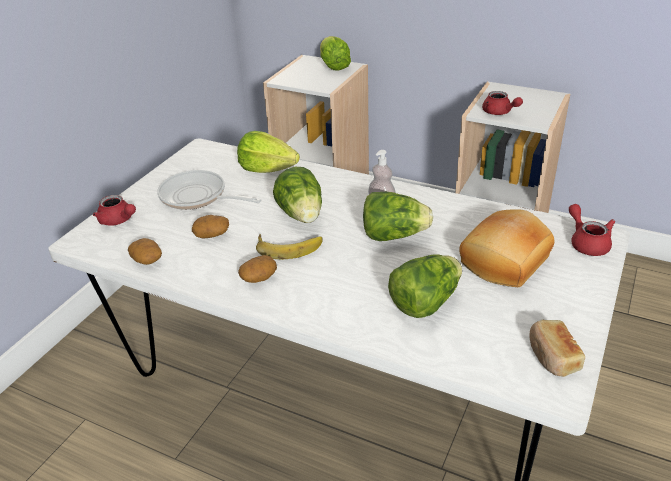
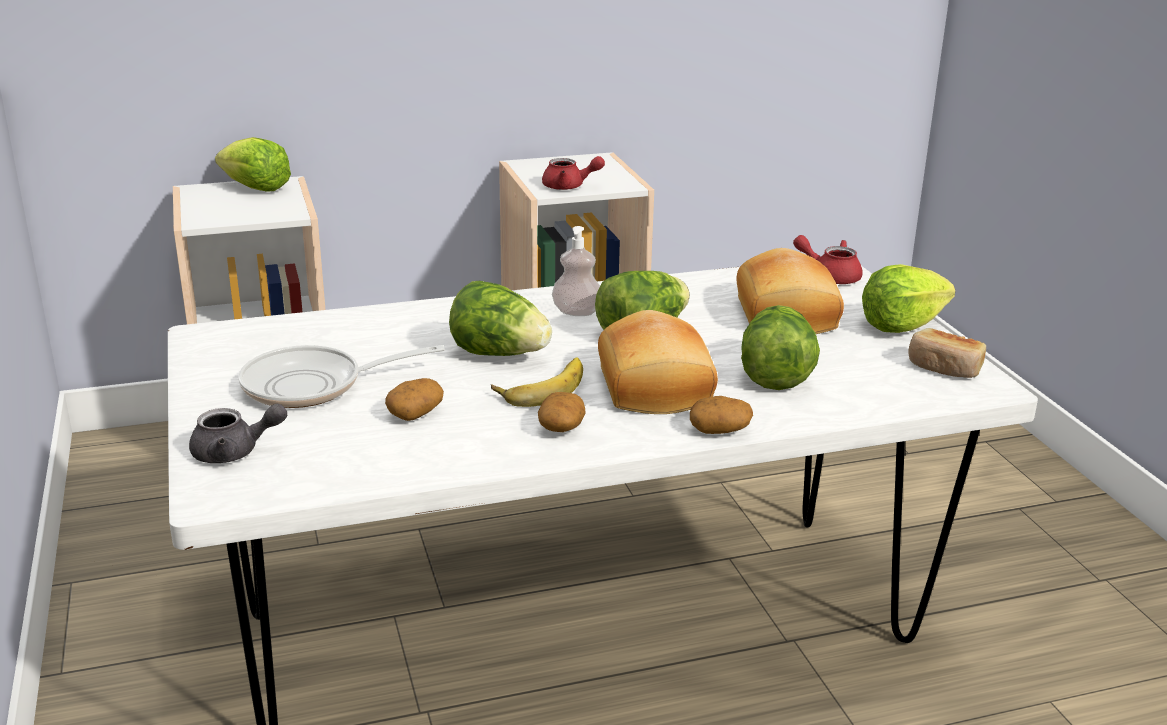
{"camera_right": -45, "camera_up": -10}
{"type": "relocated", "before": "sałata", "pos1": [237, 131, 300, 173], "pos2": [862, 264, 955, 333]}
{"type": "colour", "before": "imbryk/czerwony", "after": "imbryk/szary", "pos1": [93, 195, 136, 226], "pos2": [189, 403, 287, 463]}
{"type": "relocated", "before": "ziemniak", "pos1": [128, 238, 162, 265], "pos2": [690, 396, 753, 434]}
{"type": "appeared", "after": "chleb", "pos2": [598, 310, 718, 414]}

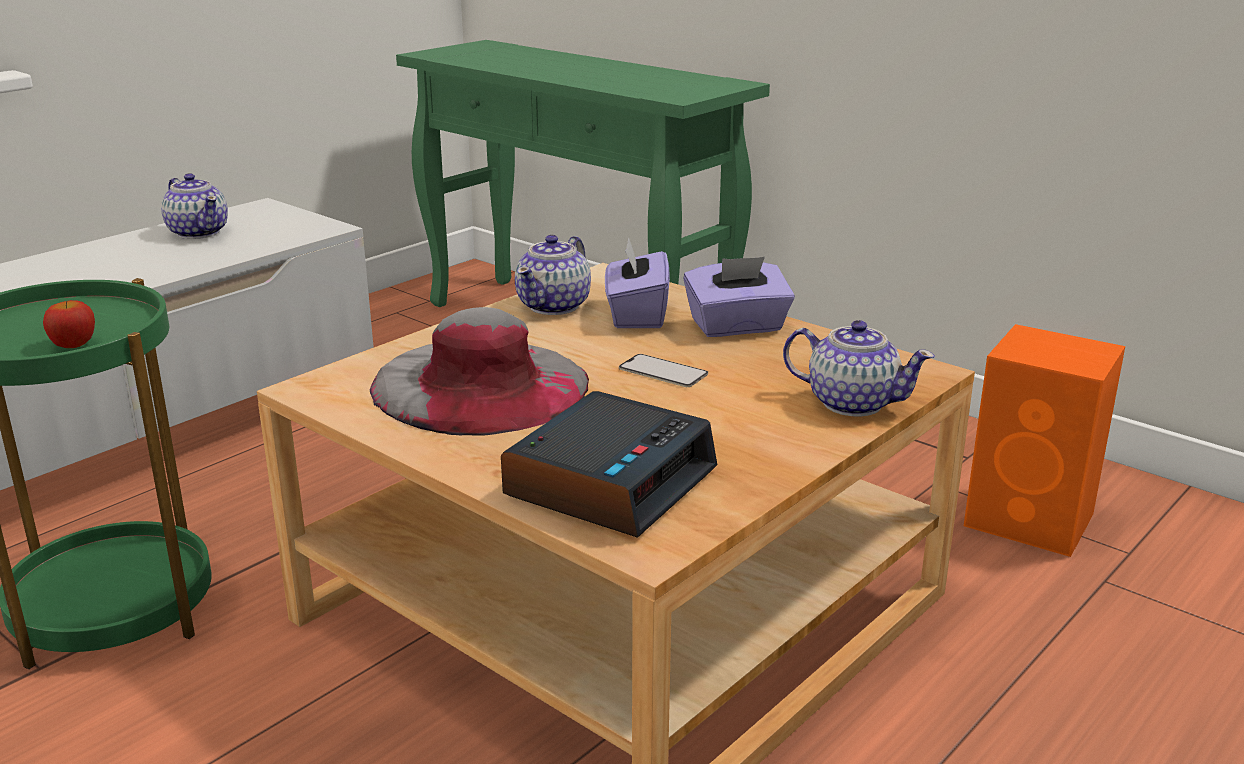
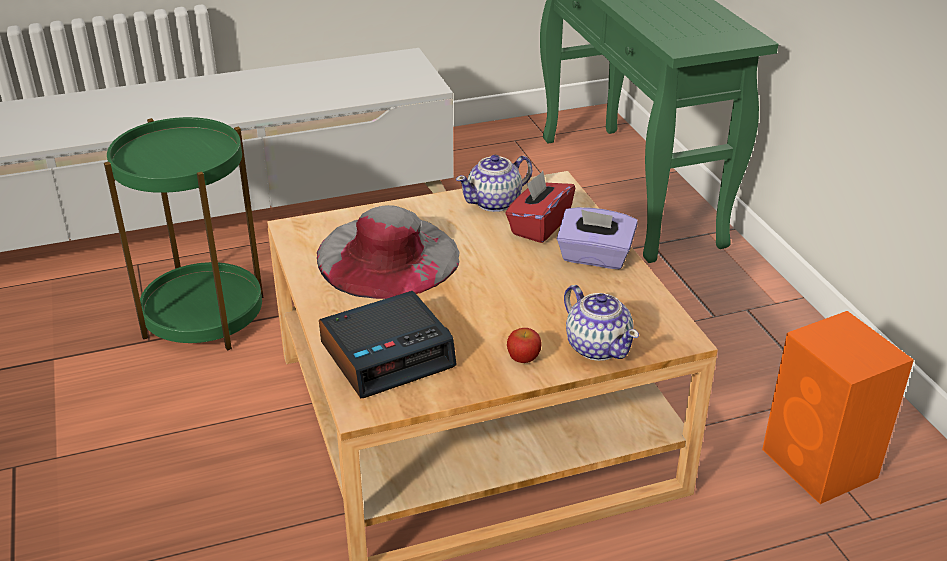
{"camera_right": 30, "camera_up": 10}
{"type": "missing", "before": "imbryk", "pos1": [161, 173, 228, 239]}
{"type": "colour", "before": "pudełko chusteczek/fioletowy", "after": "pudełko chusteczek/czerwony", "pos1": [605, 237, 670, 328], "pos2": [505, 171, 575, 243]}
{"type": "relocated", "before": "jabłko", "pos1": [43, 300, 95, 348], "pos2": [507, 328, 542, 363]}
{"type": "missing", "before": "telefon", "pos1": [619, 354, 708, 387]}

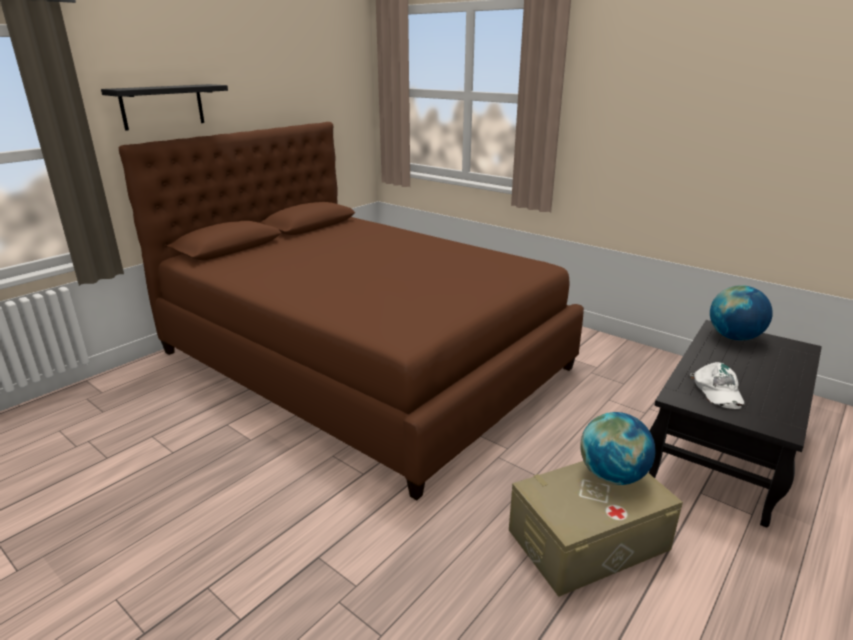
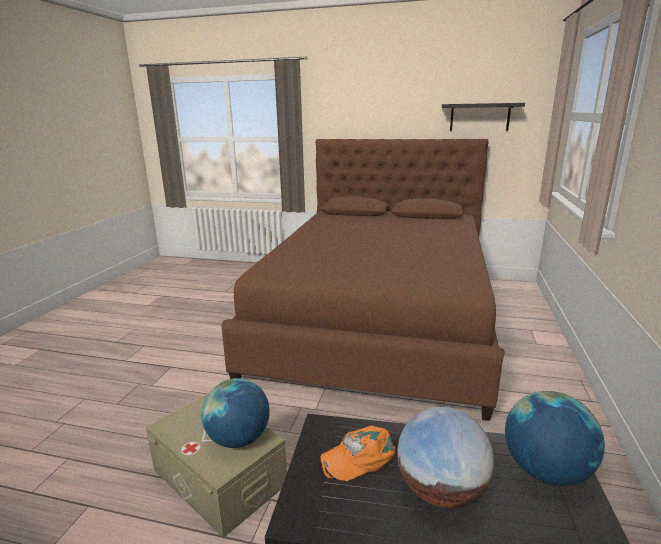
{"camera_right": 65, "camera_up": -5}
{"type": "relocated", "before": "półka/czarny", "pos1": [101, 84, 228, 131], "pos2": [442, 103, 525, 131]}
{"type": "colour", "before": "czapka z daszkiem/biały", "after": "czapka z daszkiem/pomarańczowy", "pos1": [690, 362, 745, 409], "pos2": [320, 426, 396, 482]}
{"type": "appeared", "after": "globus", "pos2": [397, 407, 494, 508]}

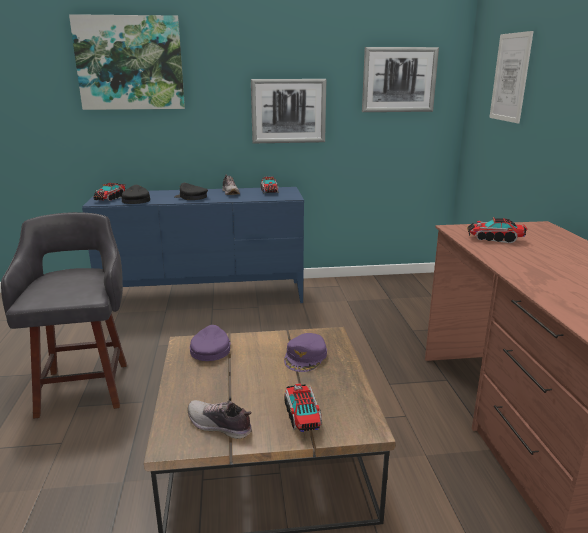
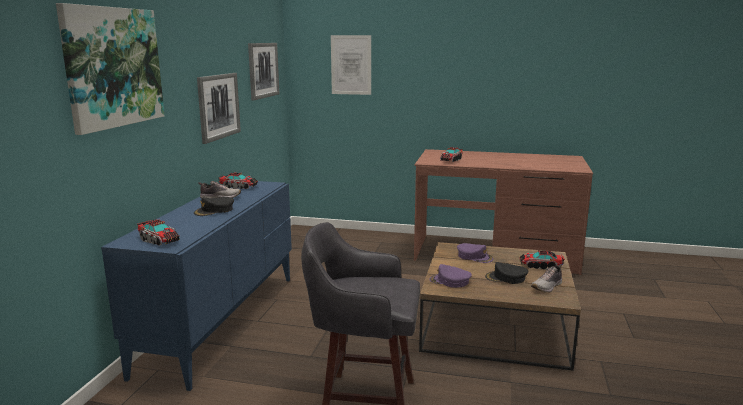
{"camera_right": -70, "camera_up": -5}
{"type": "relocated", "before": "czapka z daszkiem/czarny", "pos1": [121, 185, 150, 204], "pos2": [485, 262, 528, 284]}

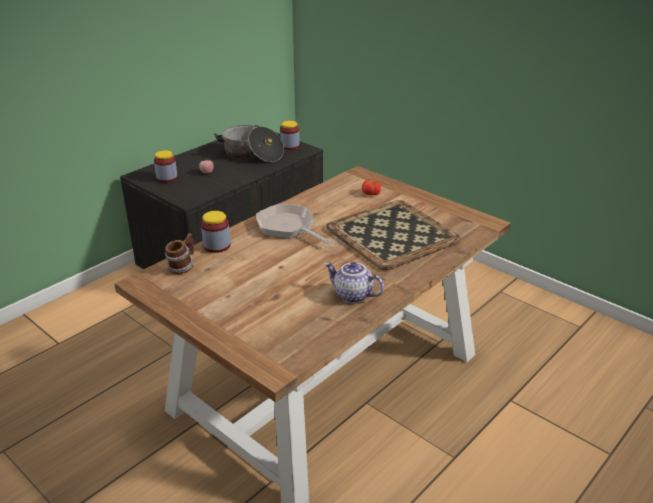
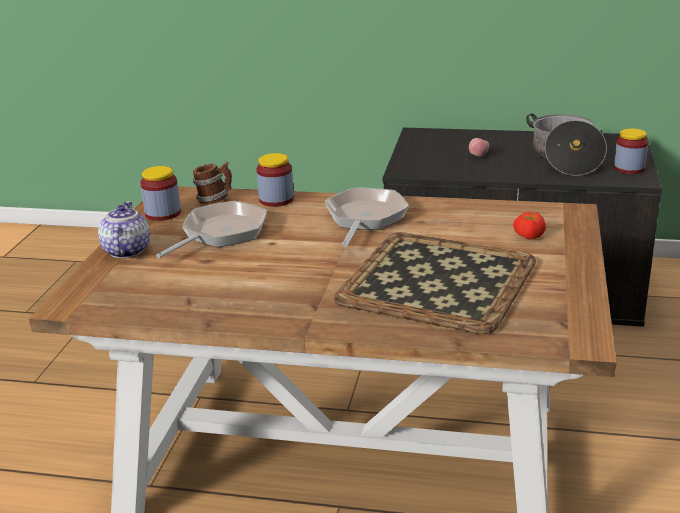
{"camera_right": 60, "camera_up": -5}
{"type": "relocated", "before": "słoik", "pos1": [154, 150, 177, 183], "pos2": [140, 166, 181, 221]}
{"type": "relocated", "before": "imbryk", "pos1": [324, 262, 384, 303], "pos2": [98, 201, 150, 258]}
{"type": "appeared", "after": "patelnia", "pos2": [156, 201, 267, 258]}

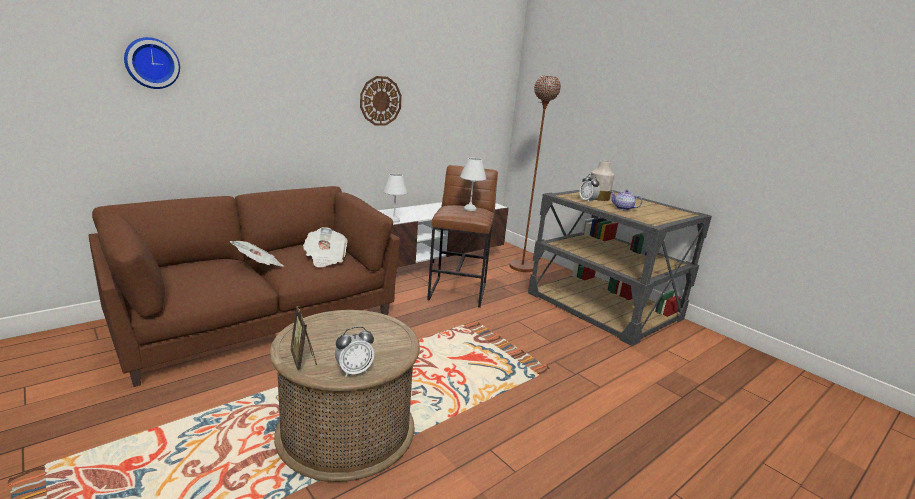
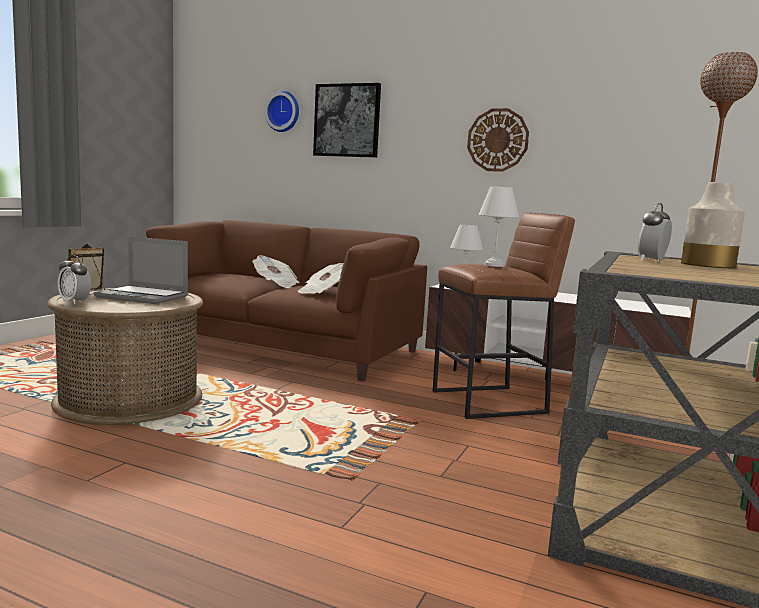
{"camera_right": 65, "camera_up": -10}
{"type": "missing", "before": "imbryk", "pos1": [610, 190, 642, 210]}
{"type": "appeared", "after": "obraz", "pos2": [313, 83, 381, 158]}
{"type": "appeared", "after": "laptop", "pos2": [94, 236, 188, 304]}

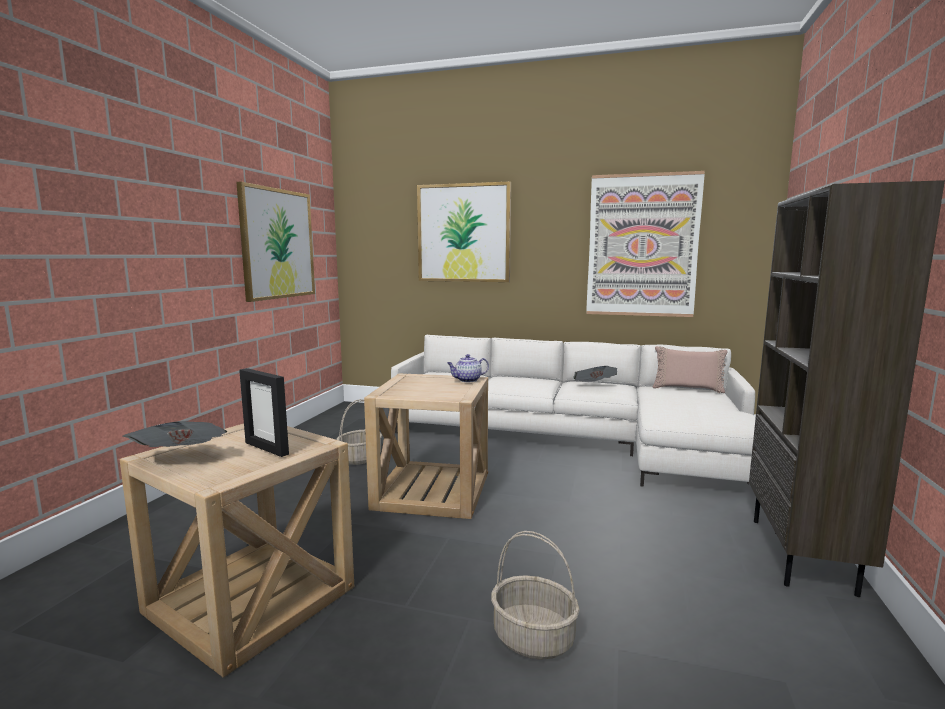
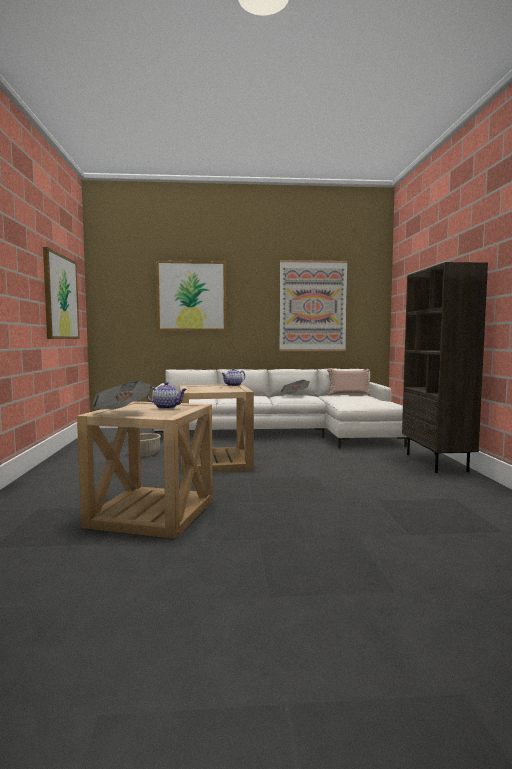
{"camera_right": -20, "camera_up": -5}
{"type": "exchanged", "before": "ramka na zdjęcie", "after": "imbryk", "pos1": [239, 368, 289, 457], "pos2": [147, 382, 187, 409]}
{"type": "missing", "before": "koszyk", "pos1": [491, 531, 580, 660]}

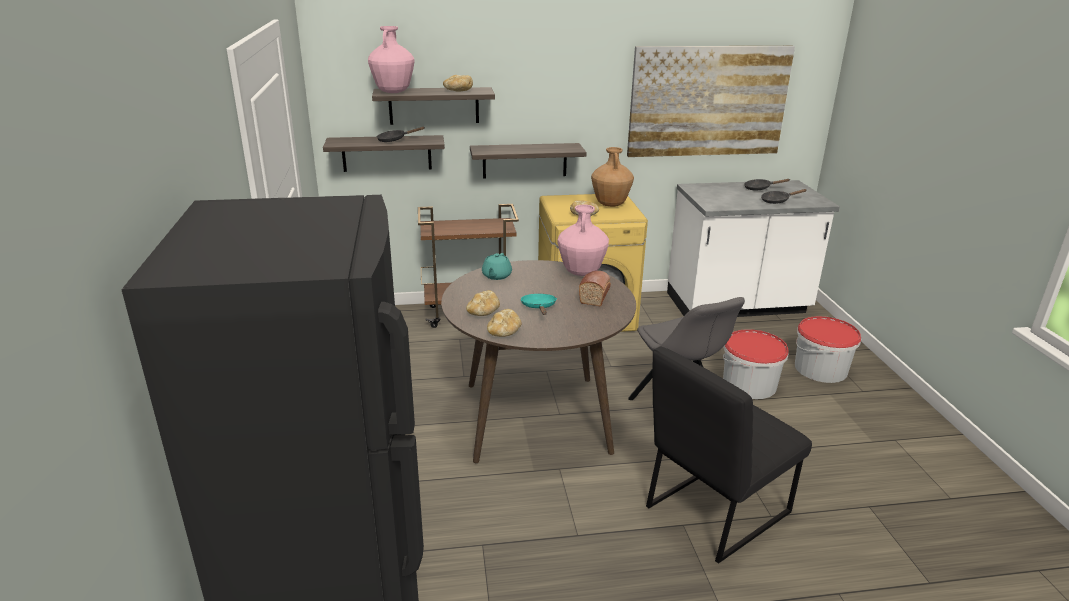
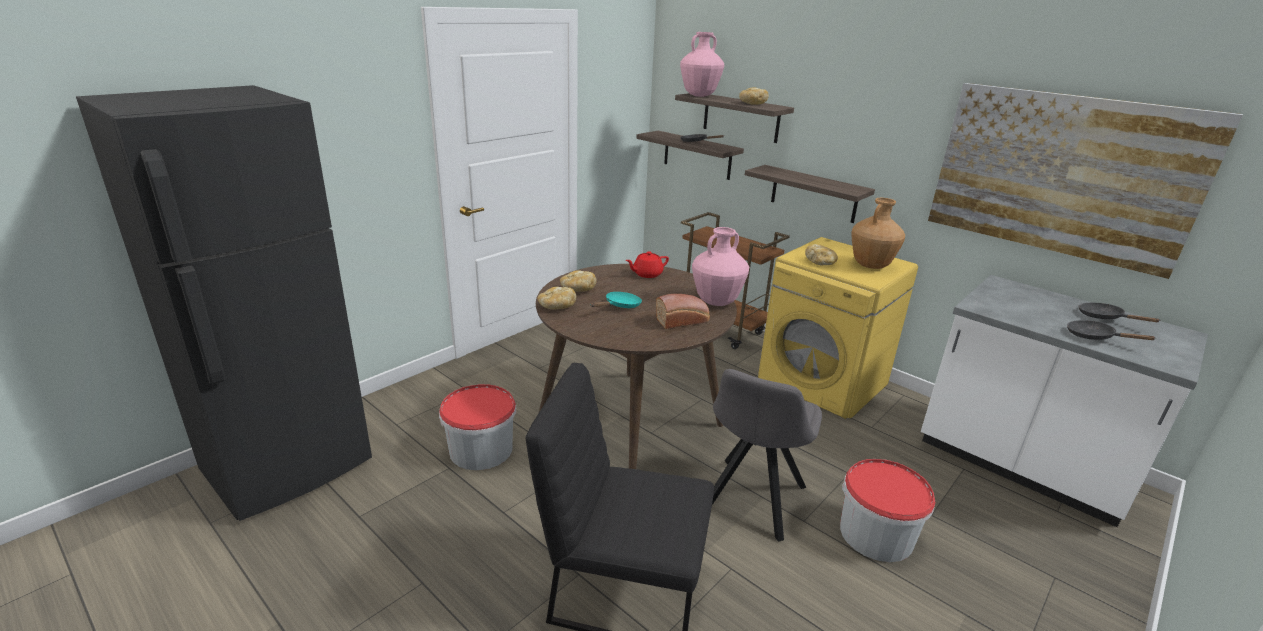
{"camera_right": 50, "camera_up": 0}
{"type": "colour", "before": "imbryk/turkusowy", "after": "imbryk/czerwony", "pos1": [482, 253, 512, 280], "pos2": [626, 252, 669, 278]}
{"type": "relocated", "before": "wiadro", "pos1": [795, 316, 861, 383], "pos2": [439, 384, 516, 470]}

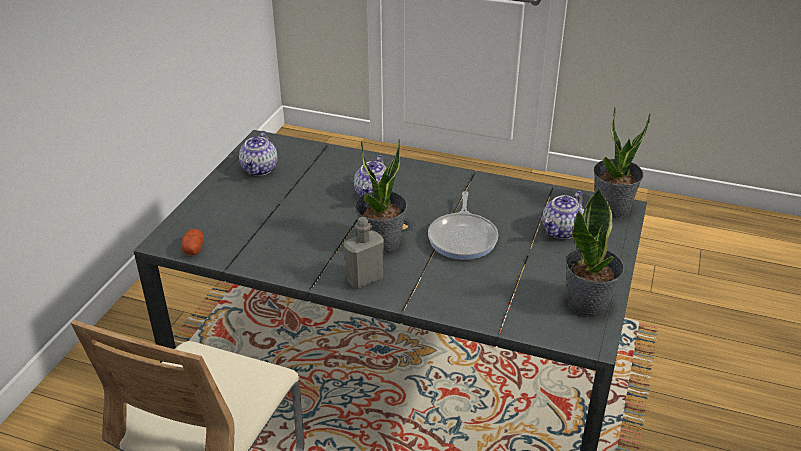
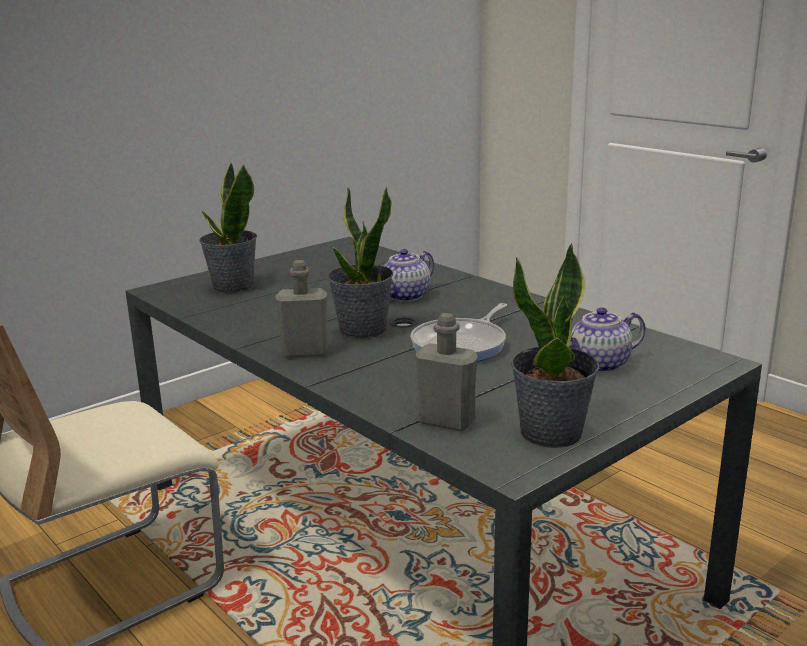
{"camera_right": 30, "camera_up": -15}
{"type": "relocated", "before": "roślina doniczkowa", "pos1": [594, 107, 651, 218], "pos2": [199, 163, 257, 293]}
{"type": "missing", "before": "imbryk", "pos1": [239, 131, 278, 176]}
{"type": "missing", "before": "ziemniak", "pos1": [181, 229, 204, 255]}
{"type": "appeared", "after": "butelka/szary", "pos2": [416, 313, 477, 431]}

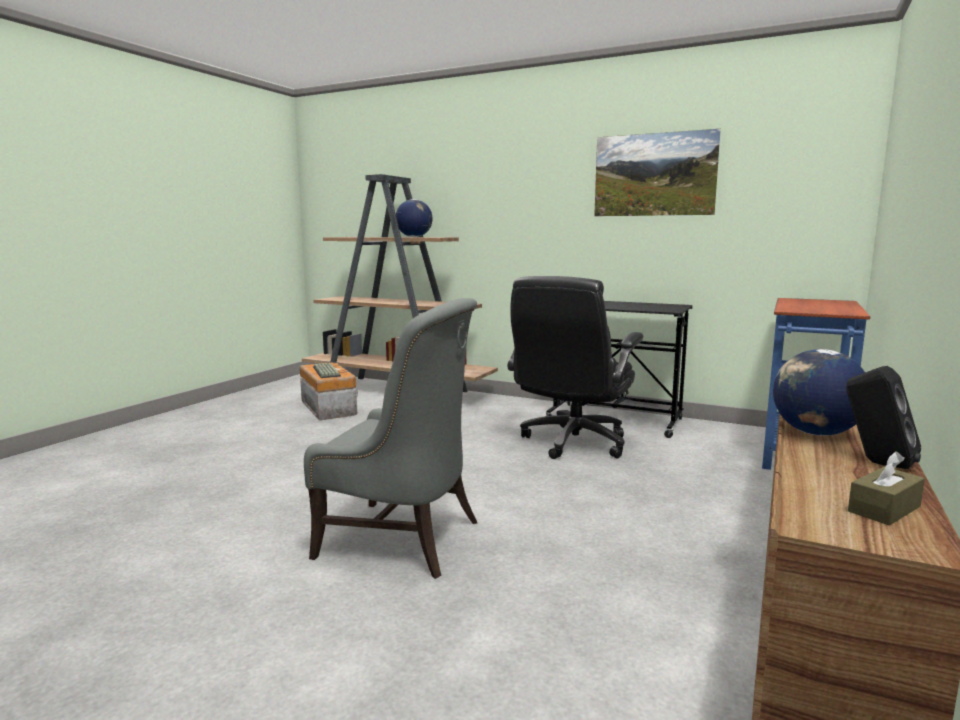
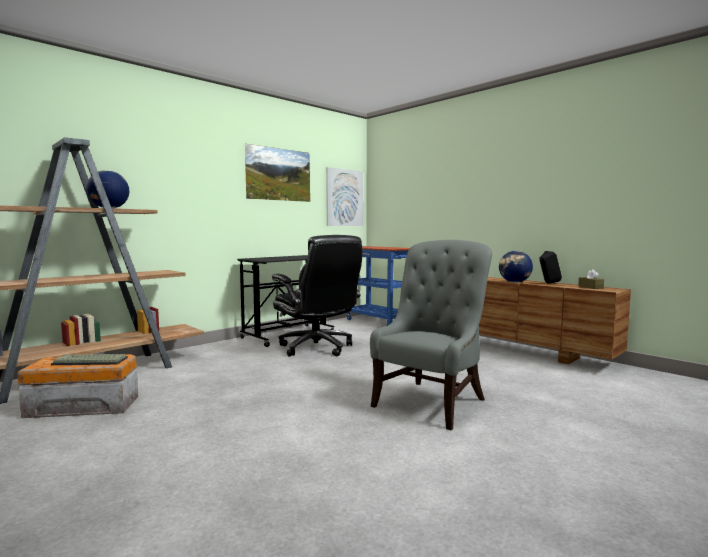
{"camera_right": -70, "camera_up": -5}
{"type": "appeared", "after": "obraz", "pos2": [326, 167, 363, 226]}

